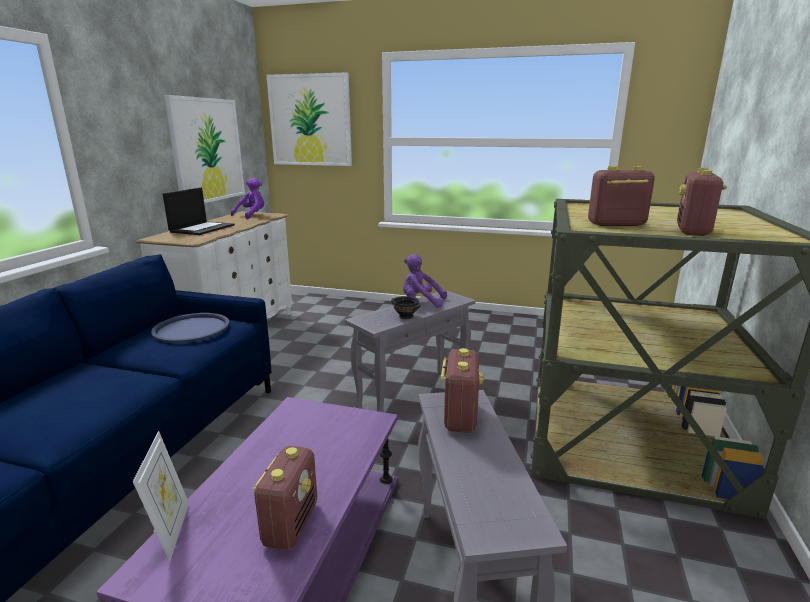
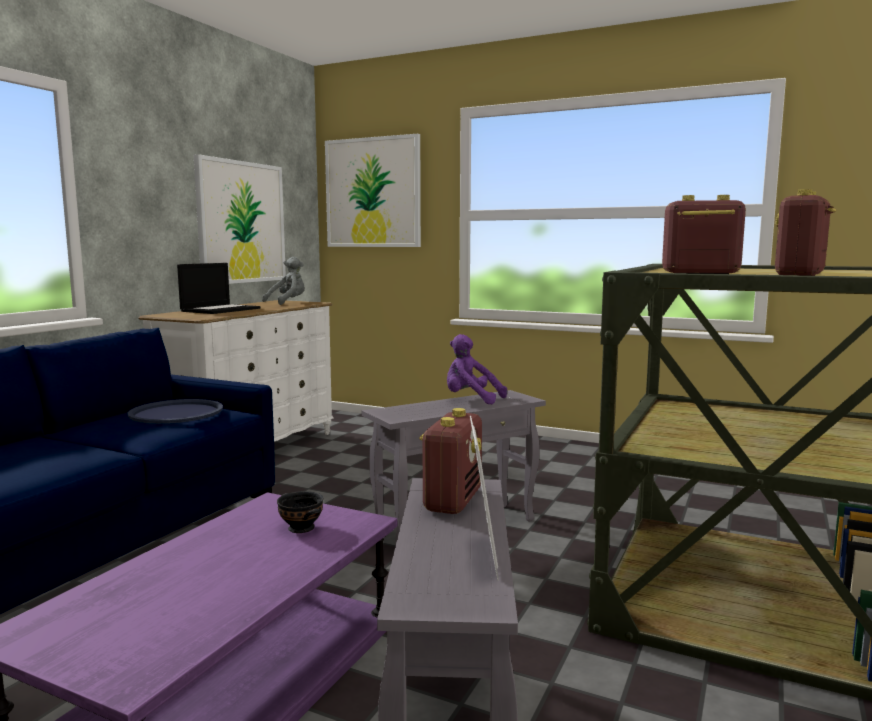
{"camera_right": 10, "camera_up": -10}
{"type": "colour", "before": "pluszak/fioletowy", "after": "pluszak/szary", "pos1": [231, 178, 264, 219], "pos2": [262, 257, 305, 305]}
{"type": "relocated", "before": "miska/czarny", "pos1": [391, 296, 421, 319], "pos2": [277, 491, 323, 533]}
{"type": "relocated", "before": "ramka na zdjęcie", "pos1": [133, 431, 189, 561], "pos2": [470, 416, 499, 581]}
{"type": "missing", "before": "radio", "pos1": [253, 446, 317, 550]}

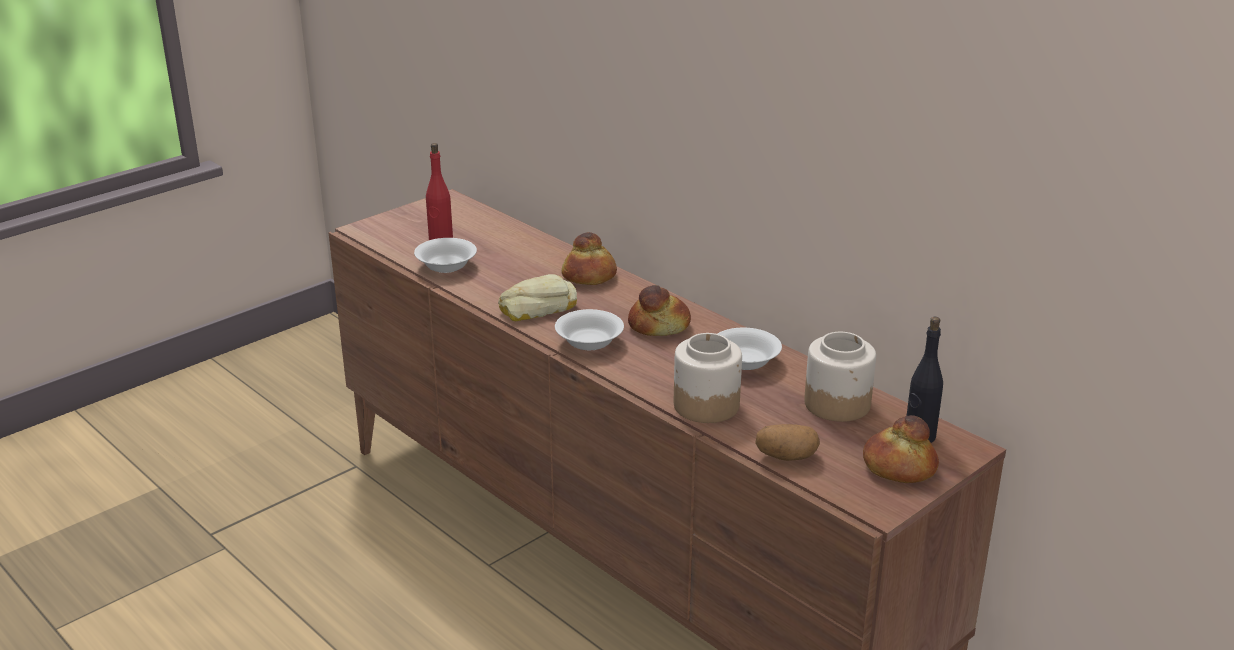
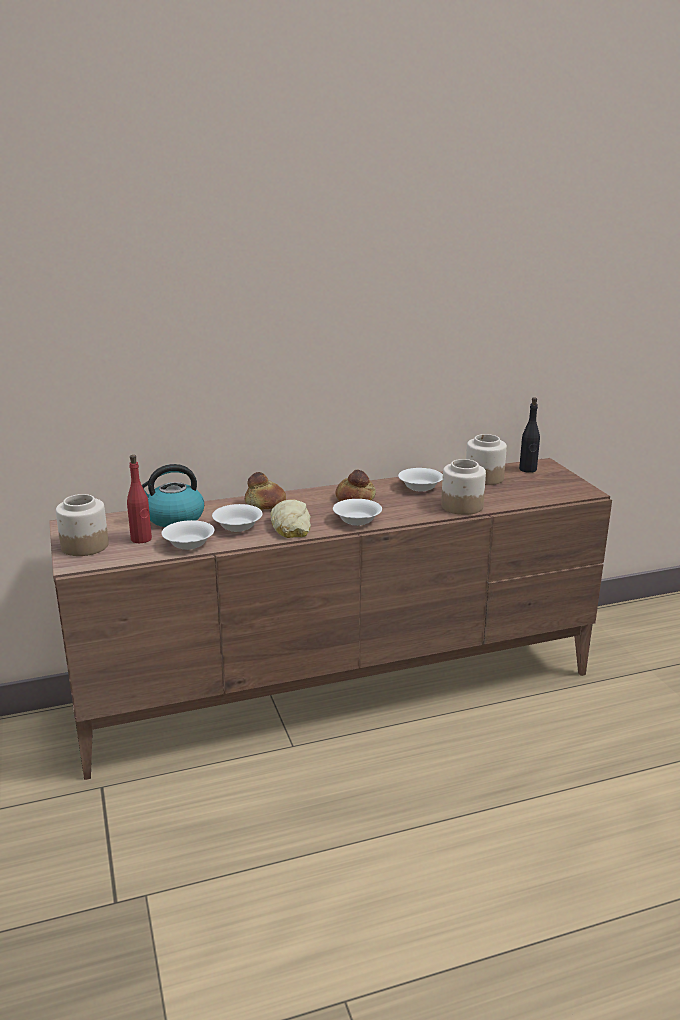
{"camera_right": -65, "camera_up": -5}
{"type": "missing", "before": "chleb", "pos1": [863, 415, 939, 483]}
{"type": "missing", "before": "ziemniak", "pos1": [755, 424, 820, 461]}
{"type": "appeared", "after": "czajnik", "pos2": [142, 464, 204, 527]}
{"type": "appeared", "after": "słoik", "pos2": [56, 494, 109, 556]}
{"type": "appeared", "after": "miska/biały", "pos2": [212, 504, 263, 532]}

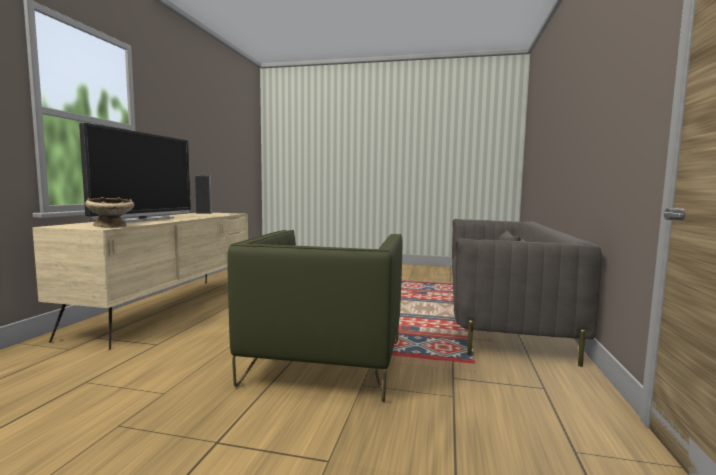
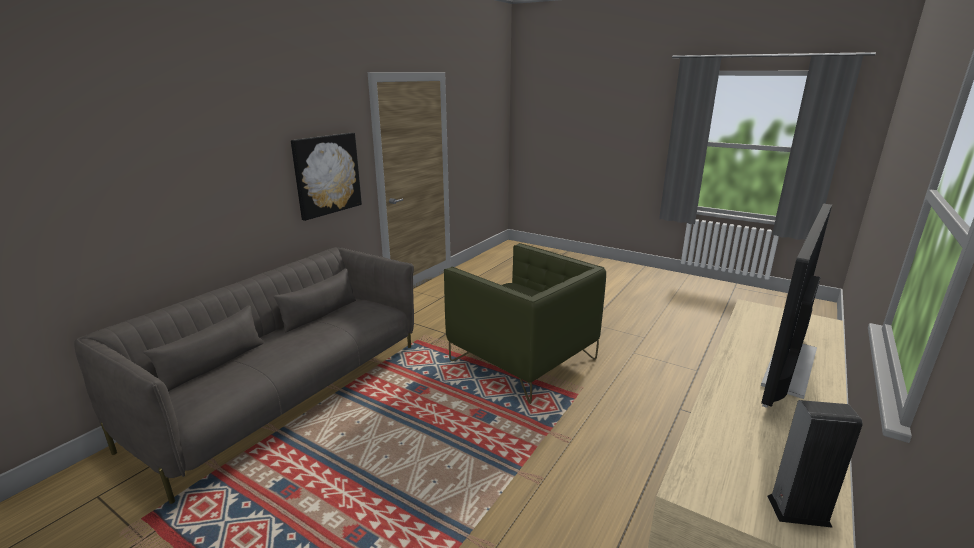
{"camera_right": -160, "camera_up": 15}
{"type": "missing", "before": "miska/beżowy", "pos1": [85, 197, 134, 228]}
{"type": "spun", "before": "fotel/zielony", "pos1": [227, 230, 402, 403], "pos2": [444, 243, 606, 404], "turn": 105}
{"type": "appeared", "after": "obraz", "pos2": [291, 133, 362, 221]}

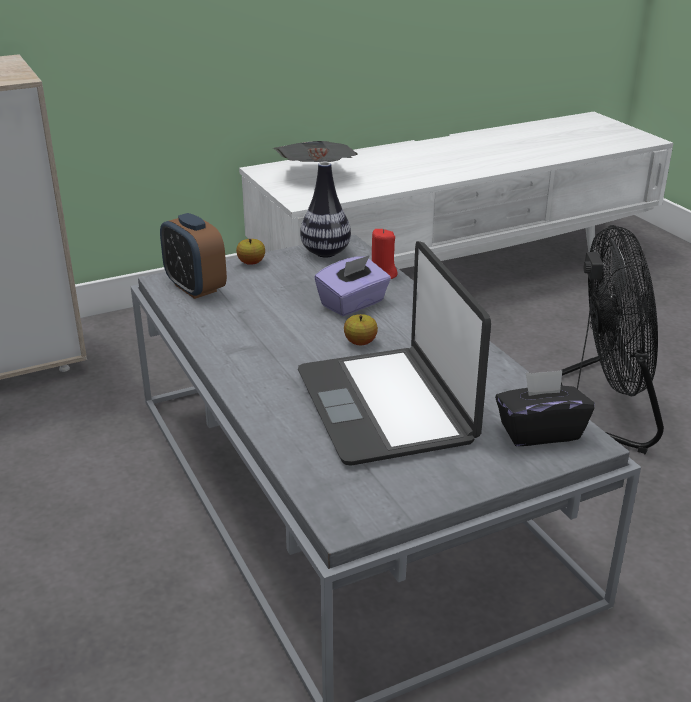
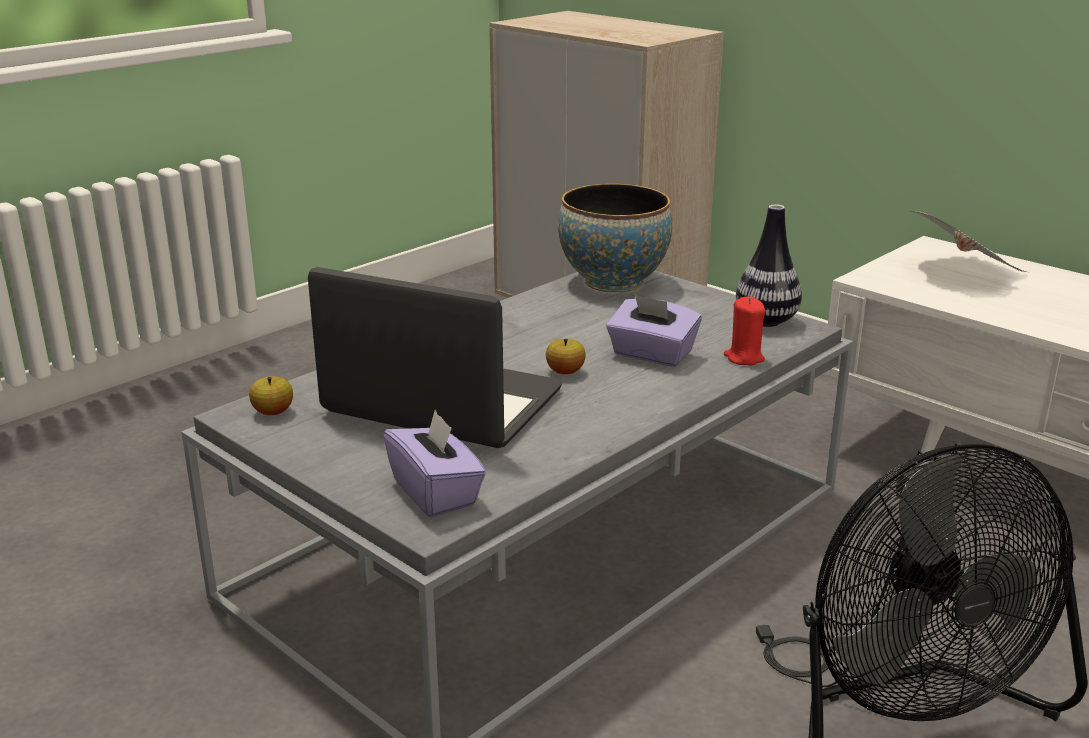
{"camera_right": 70, "camera_up": -5}
{"type": "exchanged", "before": "budzik", "after": "miska", "pos1": [160, 213, 227, 299], "pos2": [558, 184, 672, 292]}
{"type": "relocated", "before": "jabłko", "pos1": [236, 239, 265, 265], "pos2": [249, 376, 293, 415]}
{"type": "spun", "before": "laptop", "pos1": [298, 241, 491, 466], "pos2": [308, 267, 562, 448], "turn": 60}
{"type": "colour", "before": "pudełko chusteczek/czarny", "after": "pudełko chusteczek/fioletowy", "pos1": [495, 370, 595, 446], "pos2": [383, 410, 486, 518]}

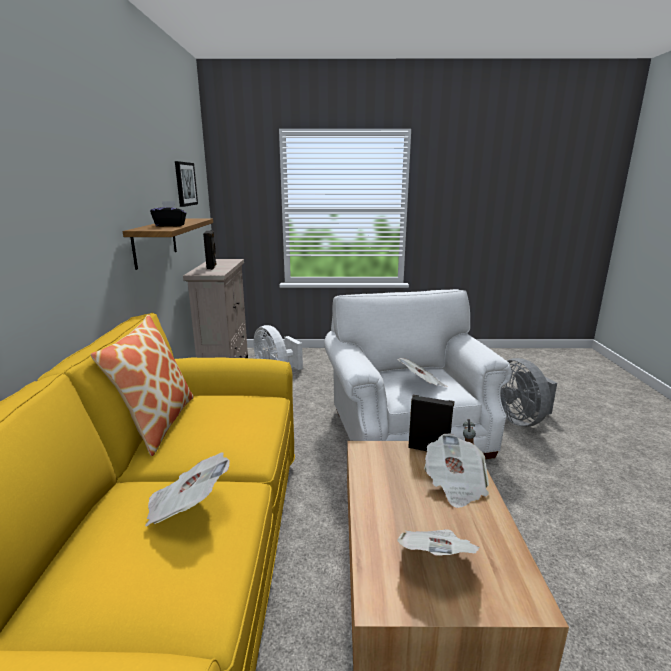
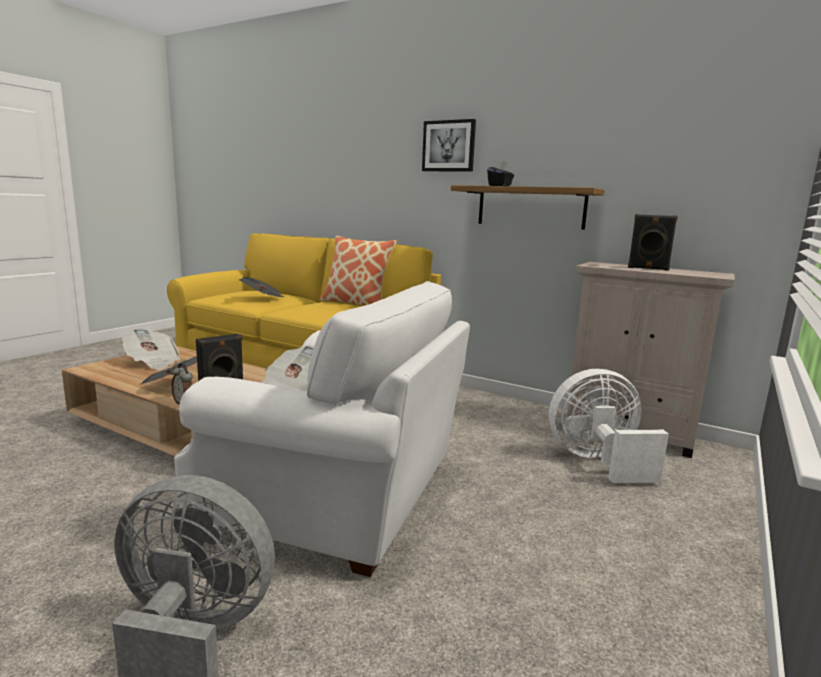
{"camera_right": 120, "camera_up": -5}
{"type": "relocated", "before": "obraz", "pos1": [175, 161, 198, 207], "pos2": [422, 119, 476, 172]}

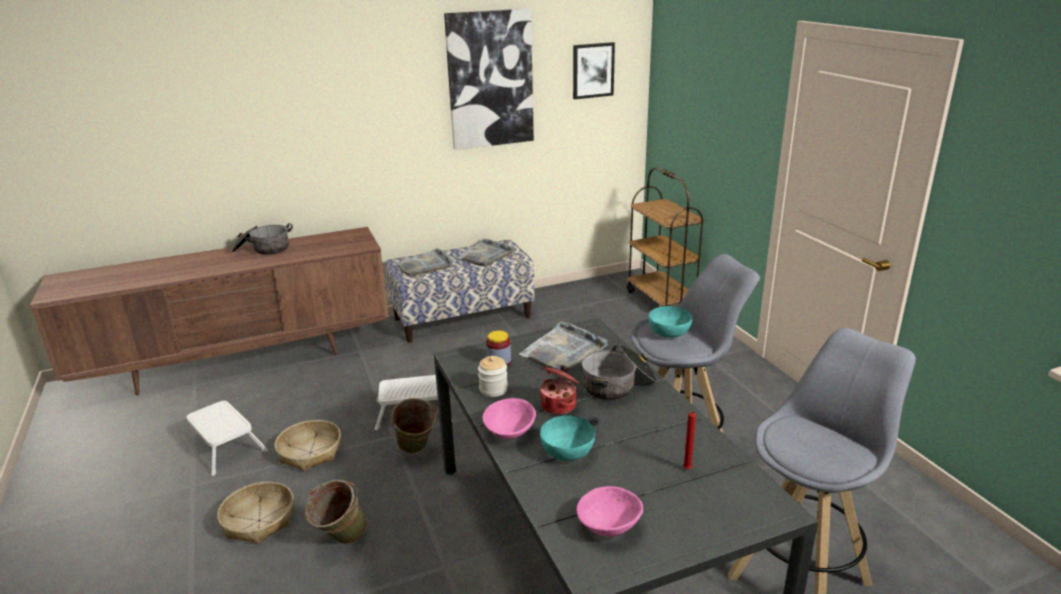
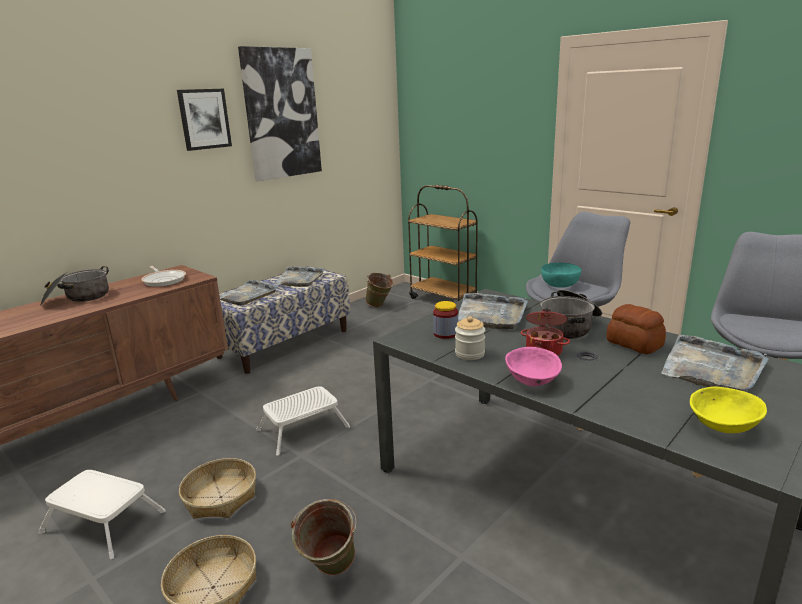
{"camera_right": -25, "camera_up": -5}
{"type": "relocated", "before": "obraz", "pos1": [573, 42, 615, 99], "pos2": [177, 89, 232, 151]}
{"type": "relocated", "before": "wiadro/zielony", "pos1": [389, 398, 437, 453], "pos2": [365, 272, 394, 307]}
{"type": "exchanged", "before": "świeca/czerwony", "after": "taca/szary", "pos1": [683, 411, 696, 469], "pos2": [661, 335, 769, 392]}
{"type": "missing", "before": "miska/turkusowy", "pos1": [540, 416, 595, 461]}
{"type": "colour", "before": "miska/różowy", "after": "miska/żółty", "pos1": [577, 486, 643, 537], "pos2": [690, 387, 767, 433]}
{"type": "appeared", "after": "patelnia", "pos2": [141, 266, 186, 287]}
{"type": "appeared", "after": "chleb", "pos2": [606, 304, 666, 354]}

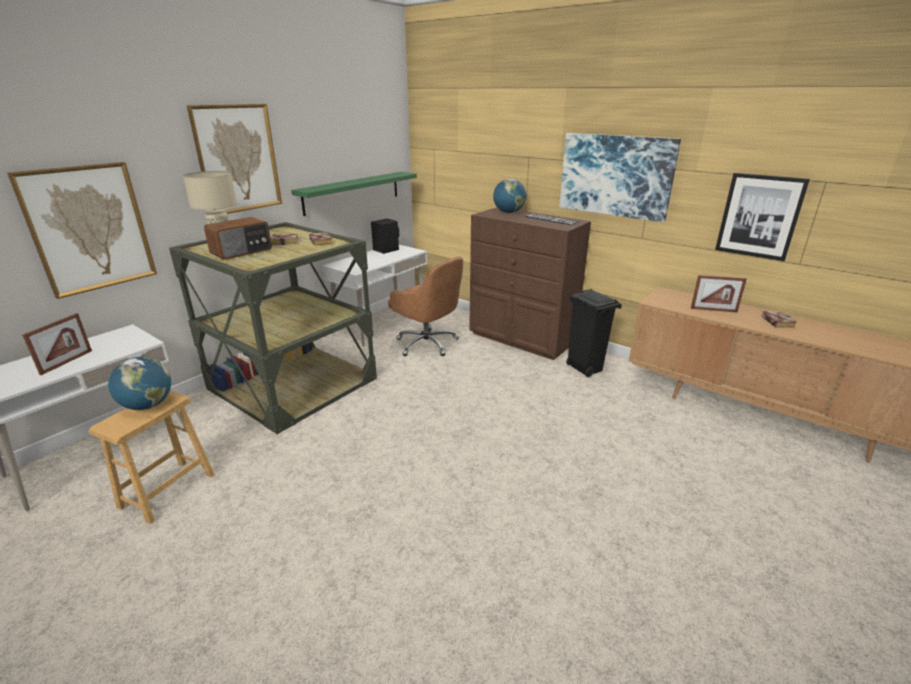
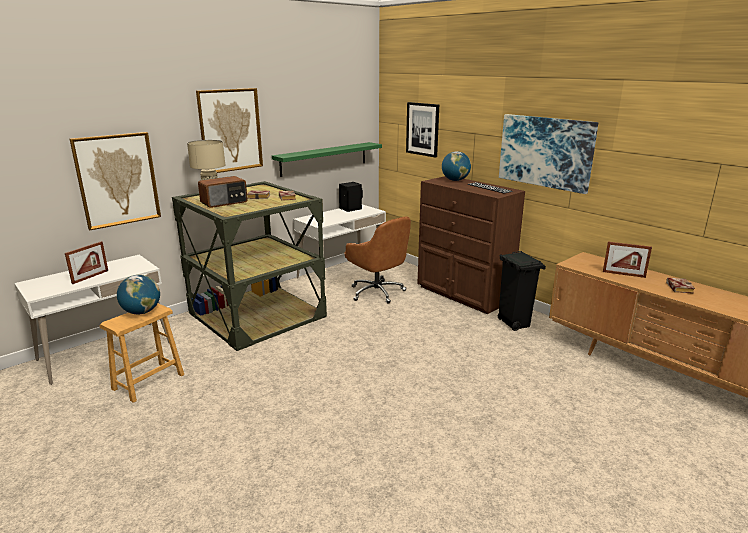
{"camera_right": 10, "camera_up": -5}
{"type": "relocated", "before": "obraz", "pos1": [715, 173, 810, 261], "pos2": [406, 102, 439, 158]}

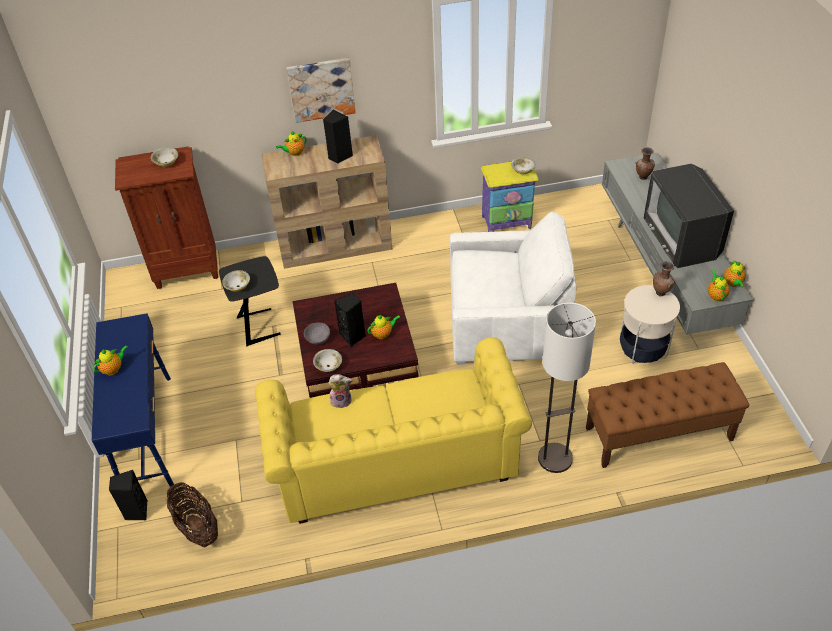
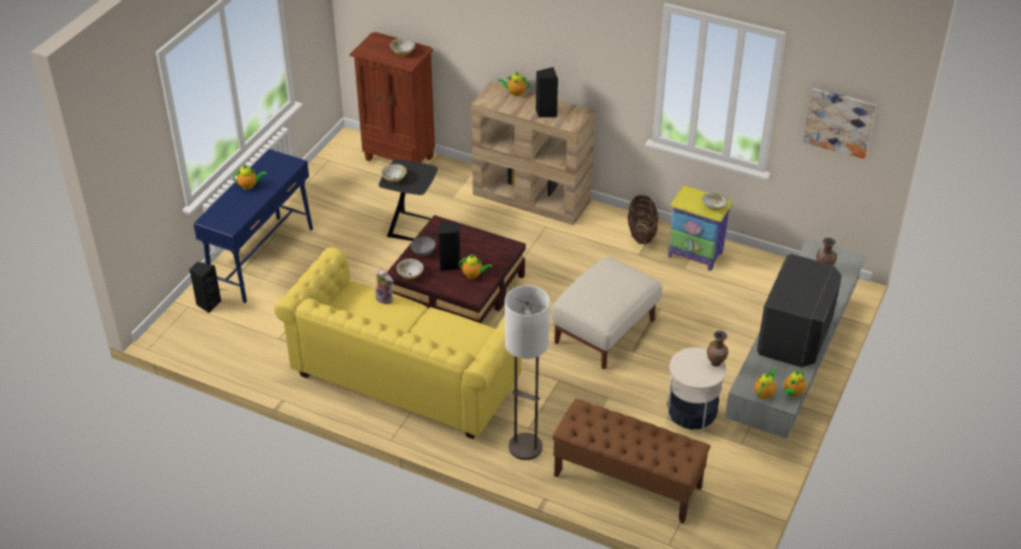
{"camera_right": 35, "camera_up": -5}
{"type": "relocated", "before": "obraz", "pos1": [287, 58, 356, 123], "pos2": [803, 88, 876, 159]}
{"type": "exchanged", "before": "fotel/biały", "after": "pufa/beżowy", "pos1": [450, 212, 577, 365], "pos2": [551, 257, 662, 369]}
{"type": "relocated", "before": "koszyk", "pos1": [167, 482, 218, 547], "pos2": [628, 195, 659, 244]}

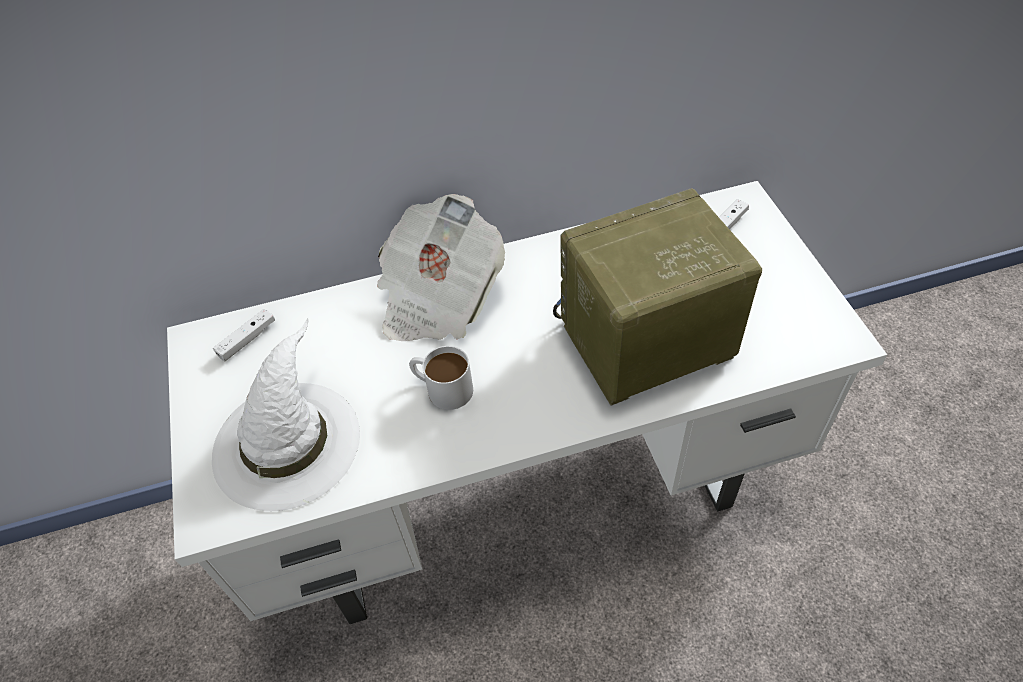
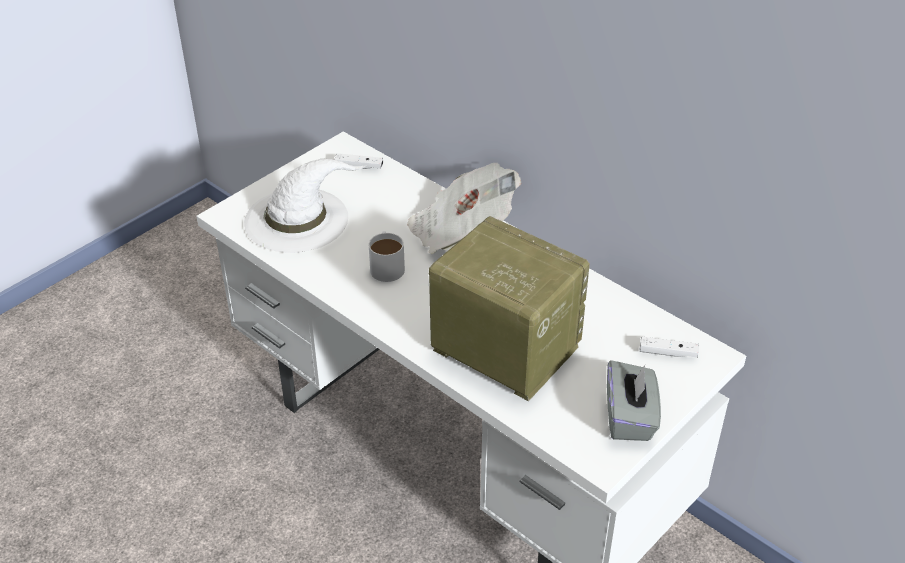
{"camera_right": 55, "camera_up": -10}
{"type": "appeared", "after": "pudełko chusteczek/szary", "pos2": [607, 360, 661, 441]}

